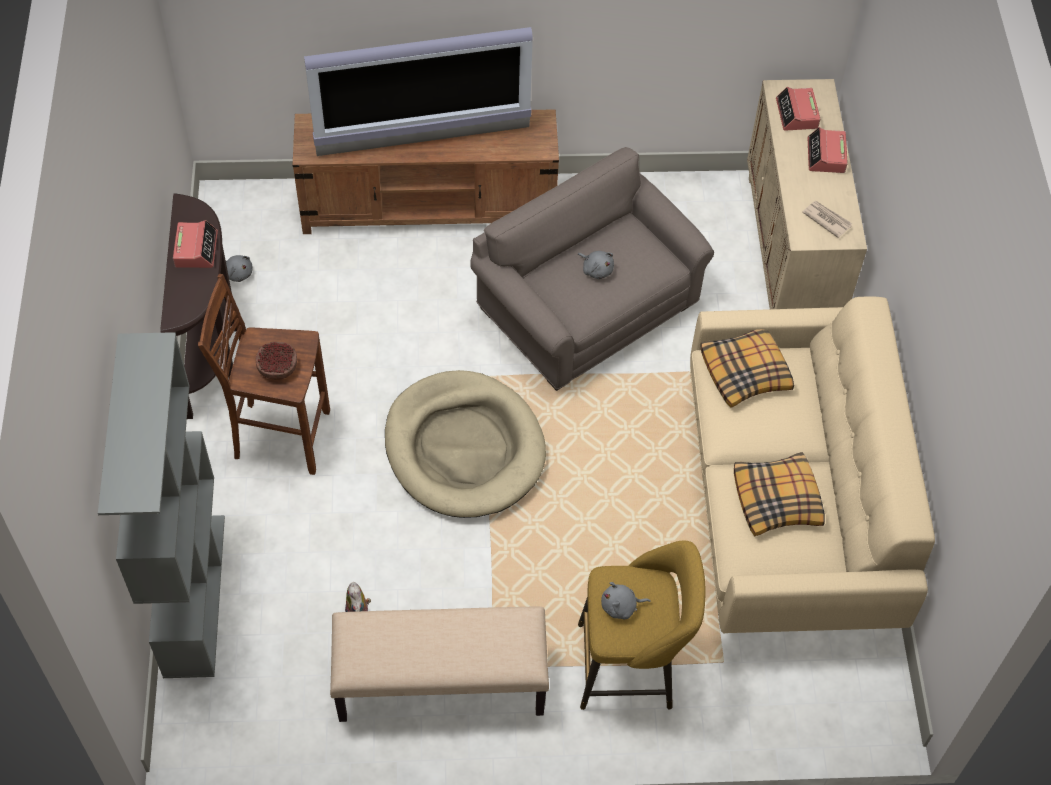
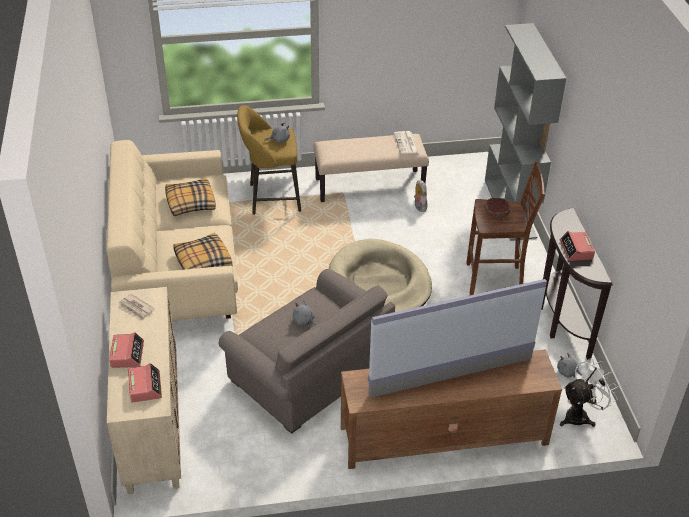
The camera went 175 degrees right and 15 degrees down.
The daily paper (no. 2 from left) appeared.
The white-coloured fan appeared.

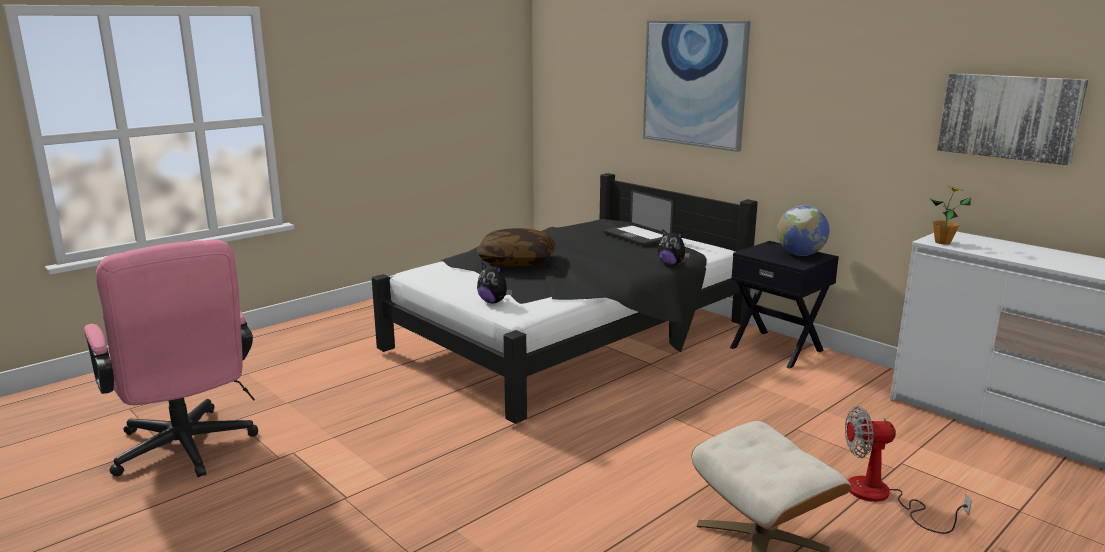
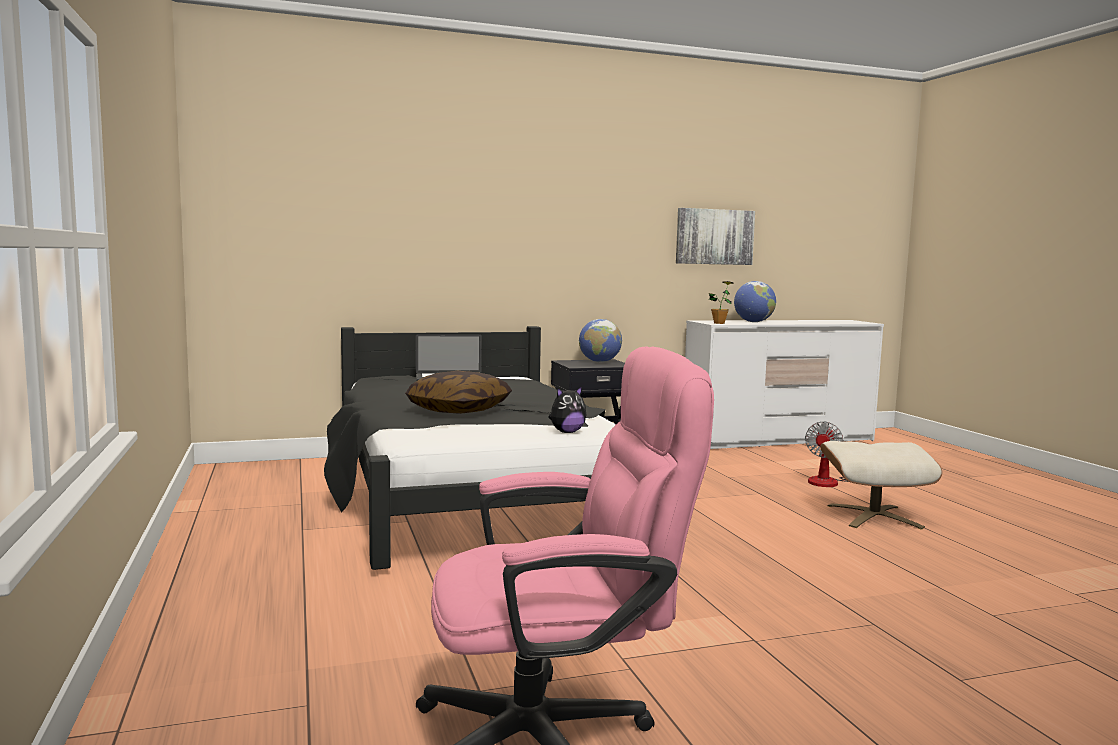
The camera went 65 degrees left and 10 degrees down.
The world globe (no. 2 from left) appeared.
The picture (no. 1 from left) disappeared.
The plush toy (no. 2 from left) disappeared.

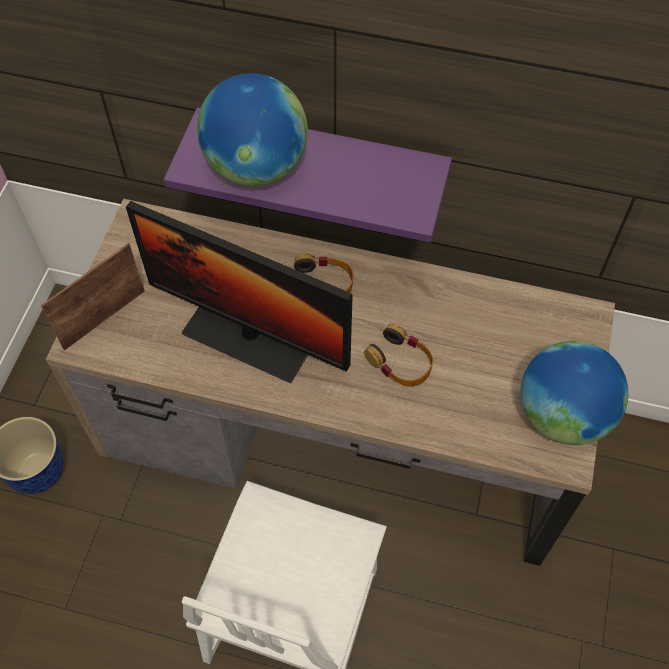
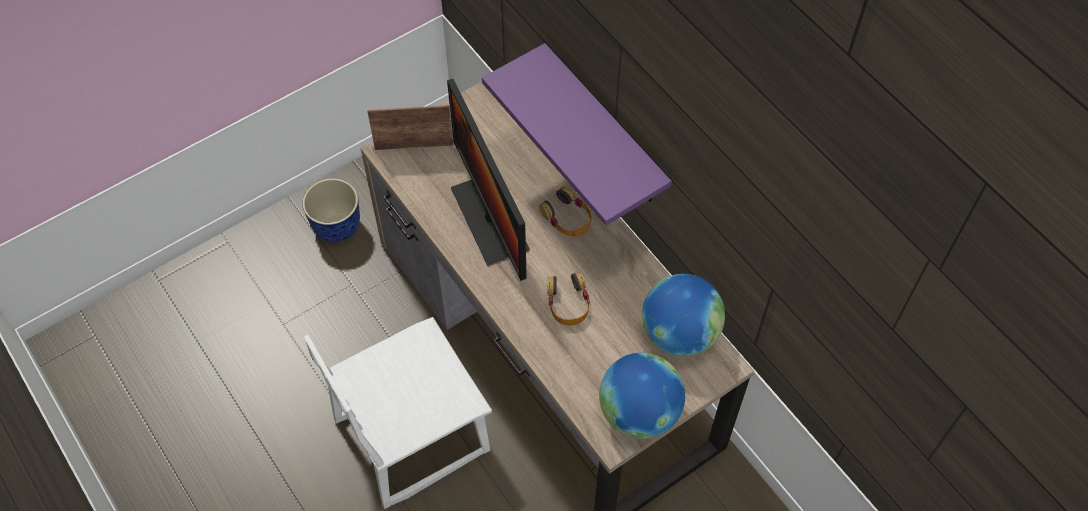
The camera went 40 degrees right and 0 degrees up.
The world globe (no. 1 from left in the first image) moved.

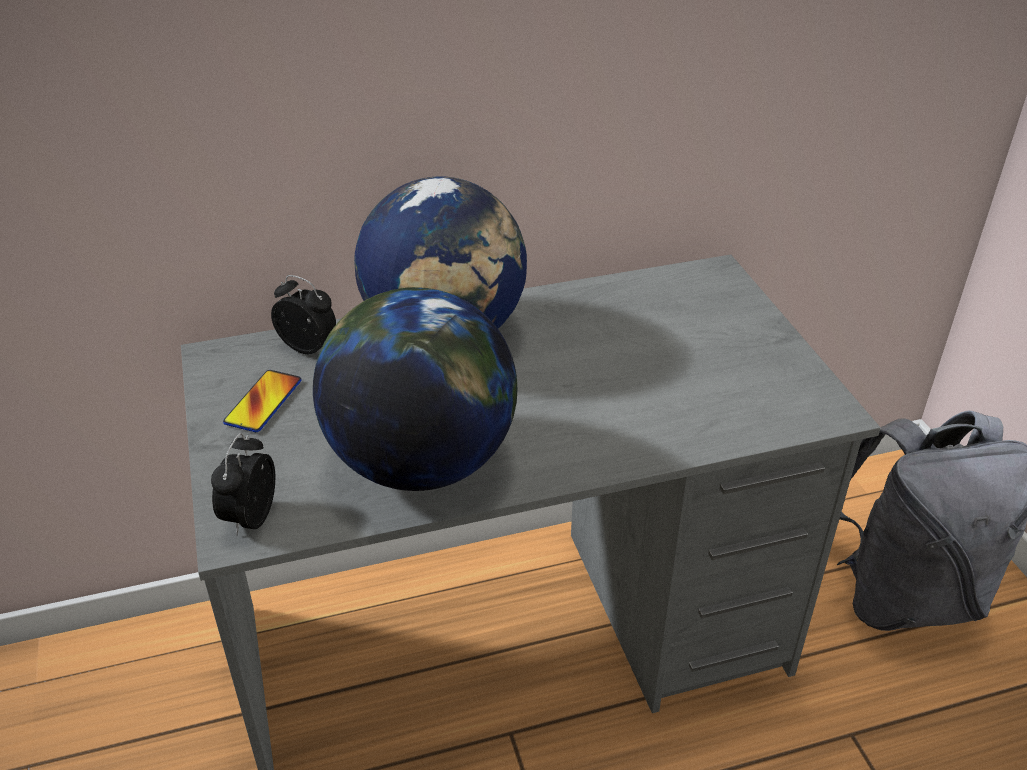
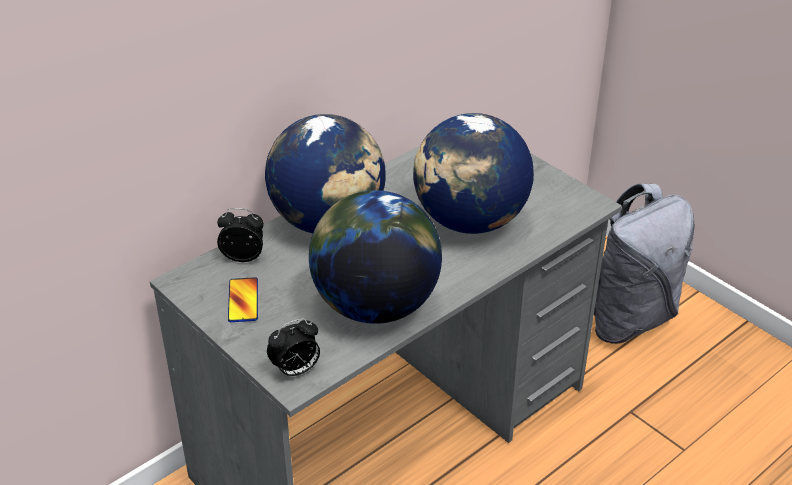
The camera went 25 degrees left and 0 degrees up.
The bedside clock (no. 1 from left in the first image) turned 105 degrees counterclockwise.
The world globe (no. 3 from left) appeared.

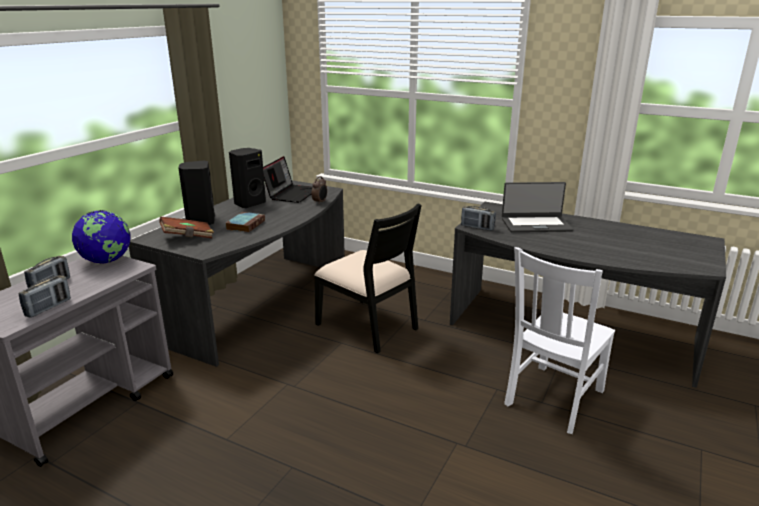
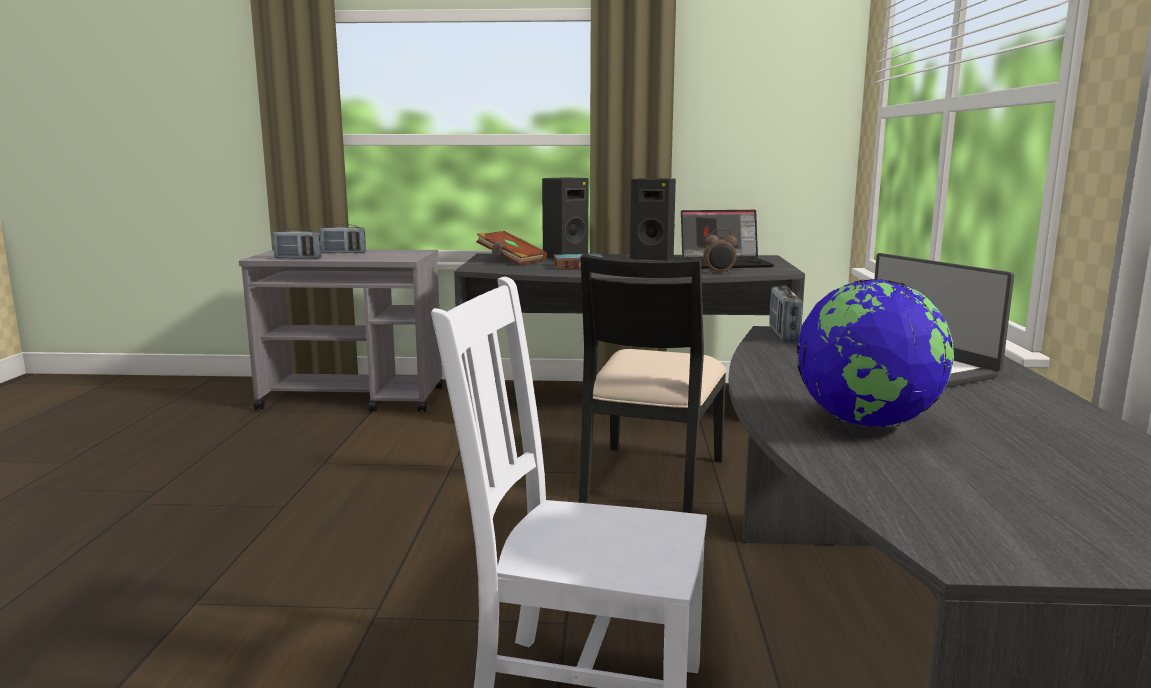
The camera went 65 degrees right and 10 degrees down.
The world globe moved.

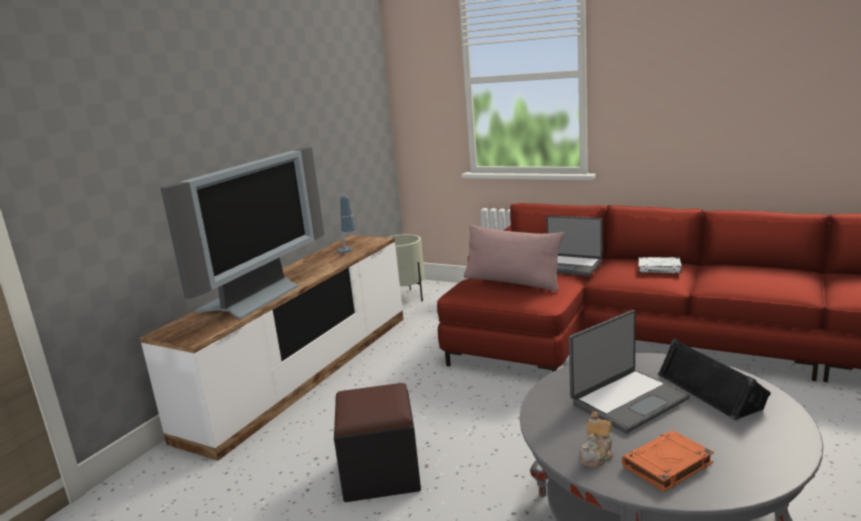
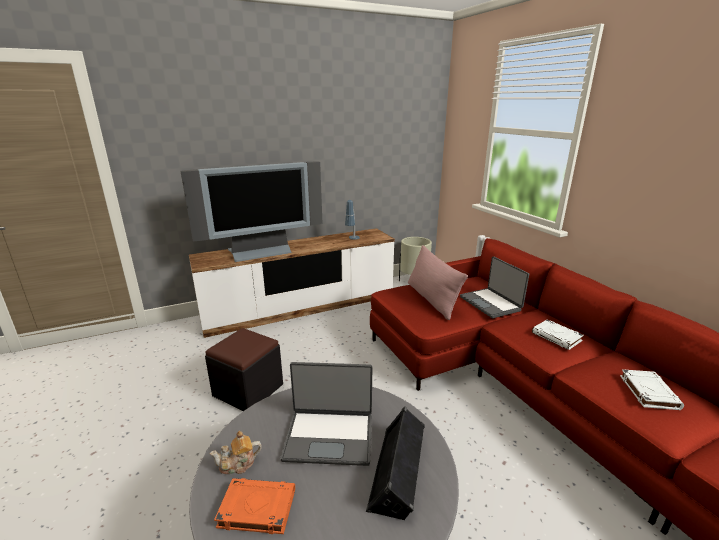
The camera went 35 degrees right and 5 degrees up.
The white-coloured bound book (no. 2 from left) appeared.

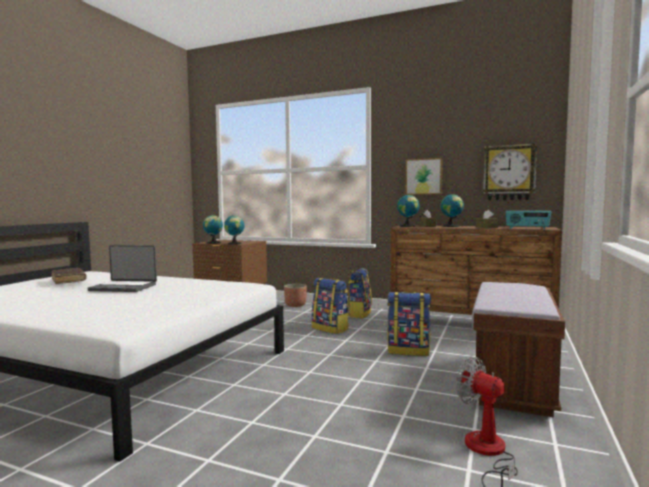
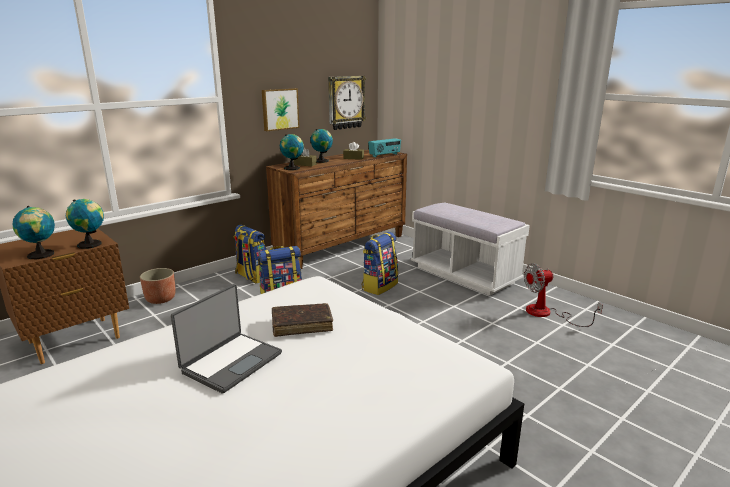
The camera went 65 degrees left and 15 degrees up.
The brown bound book moved.
The brown bench became the white-coloured bench.

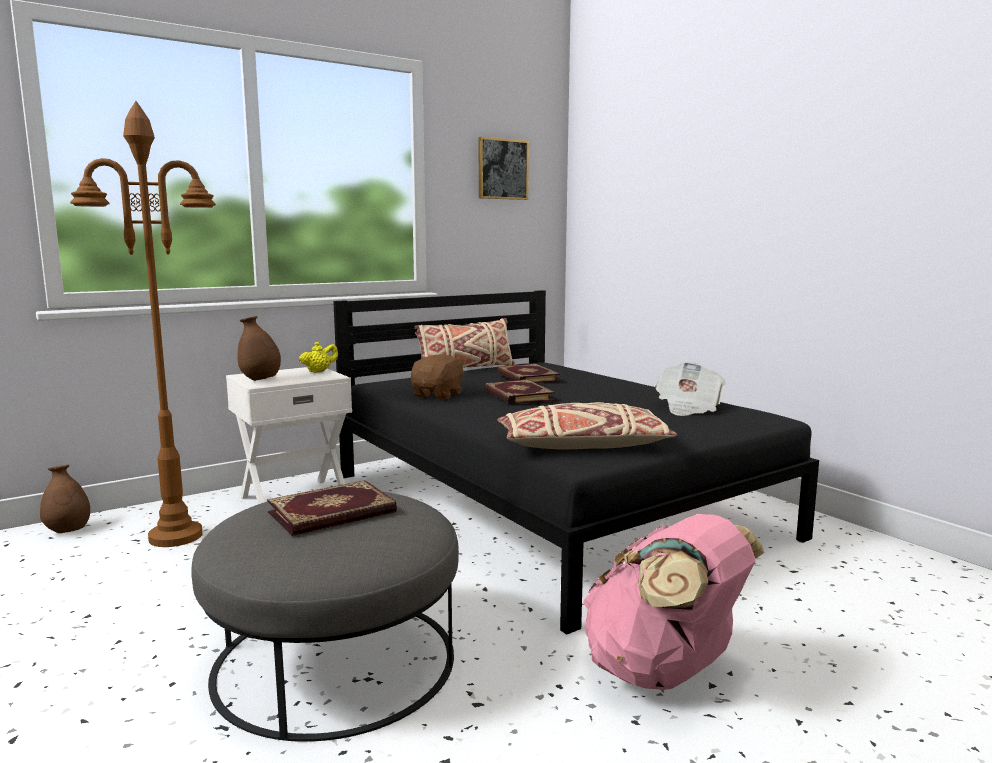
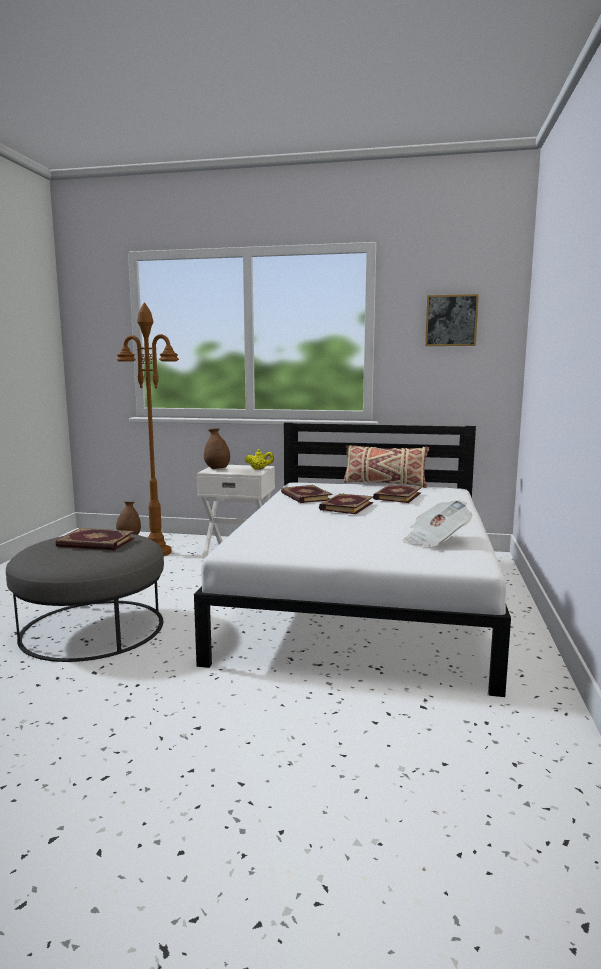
The camera went 45 degrees right and 0 degrees up.
The black bed became the white-coloured bed.
The brown plush toy was replaced by the bound book (no. 2 from left).
The beige-coloured cushion (no. 2 from left) disappeared.
The pink backpack disappeared.

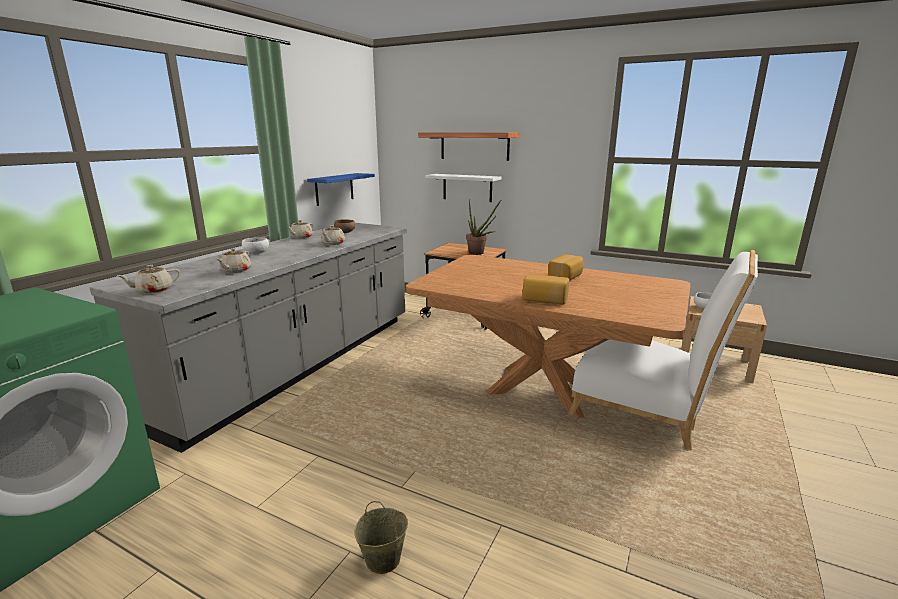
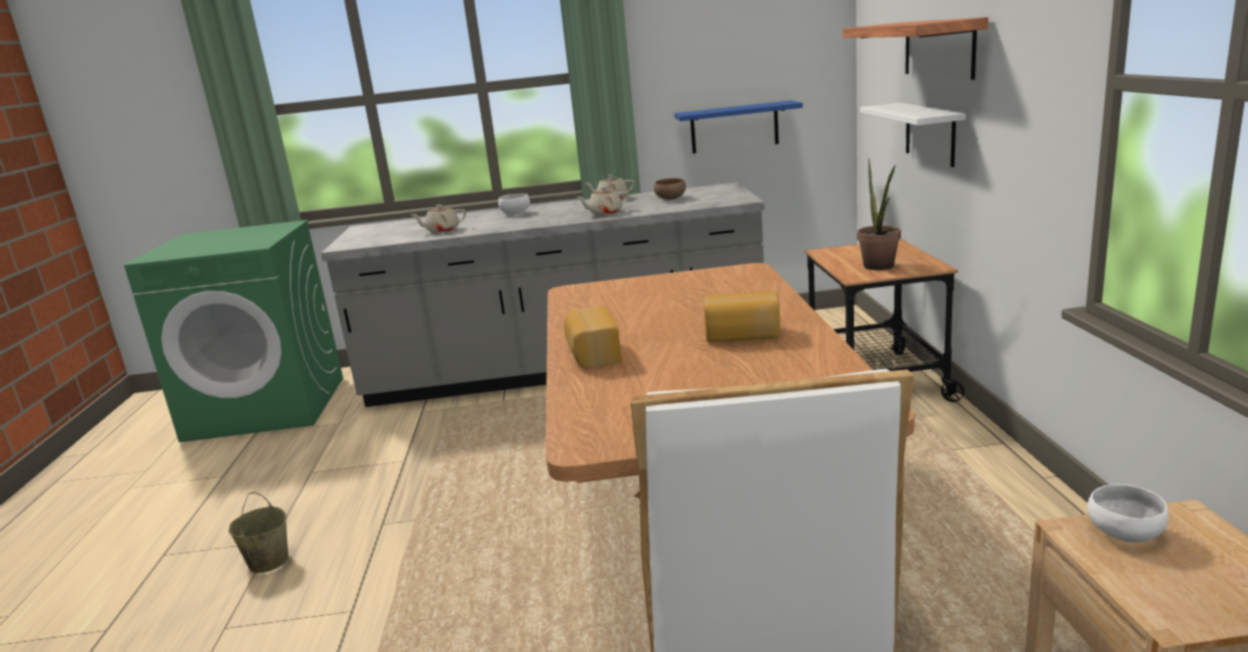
The camera went 60 degrees right and 0 degrees up.
The beige-coloured pot for tea (no. 1 from left) disappeared.

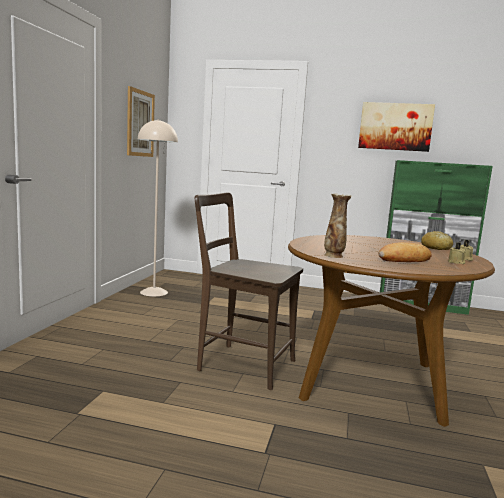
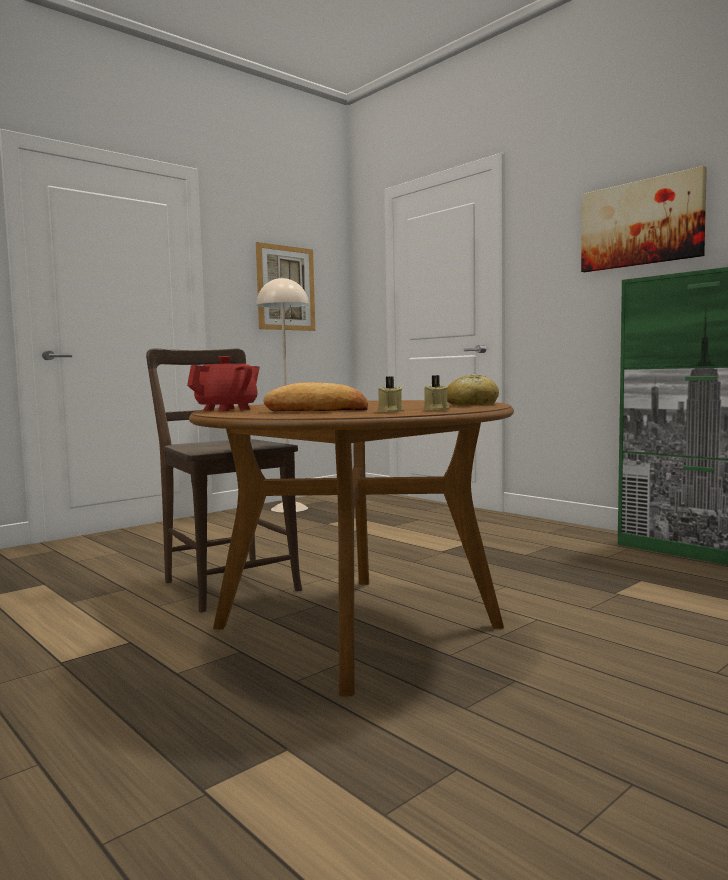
The camera went 35 degrees right and 5 degrees down.
The decorative vase was replaced by the red pot for tea.

